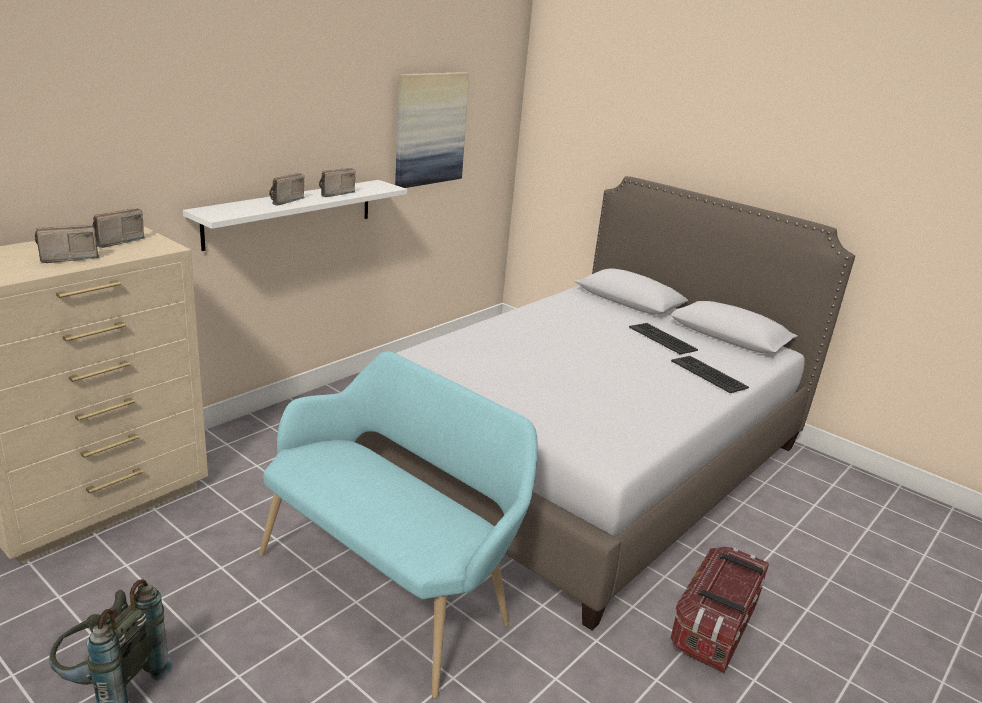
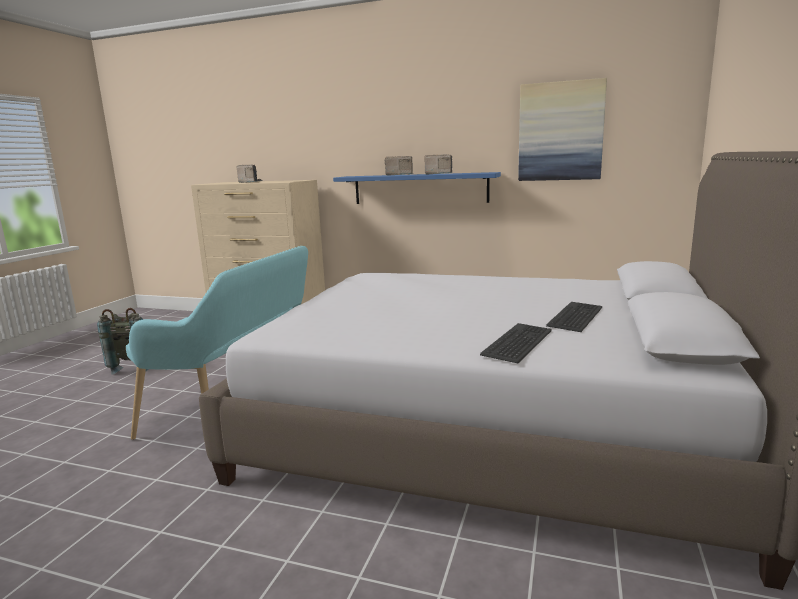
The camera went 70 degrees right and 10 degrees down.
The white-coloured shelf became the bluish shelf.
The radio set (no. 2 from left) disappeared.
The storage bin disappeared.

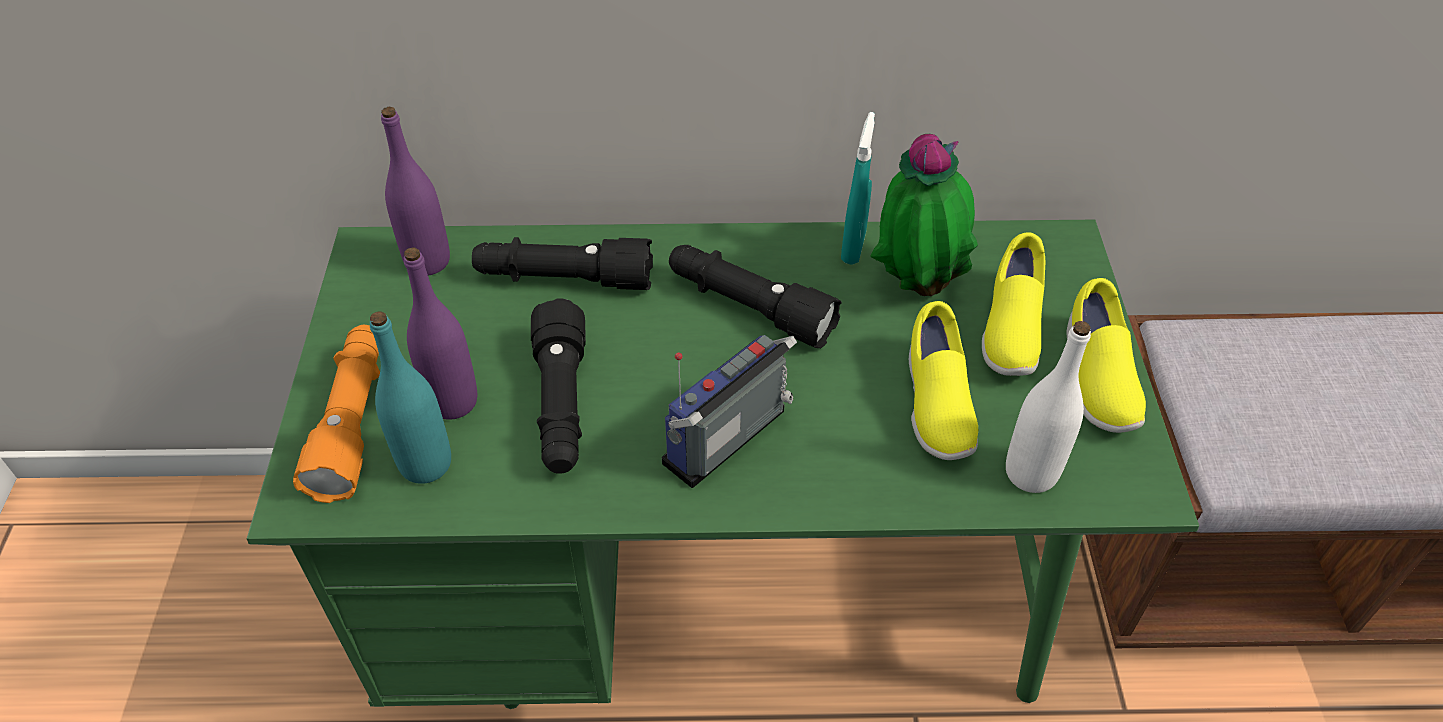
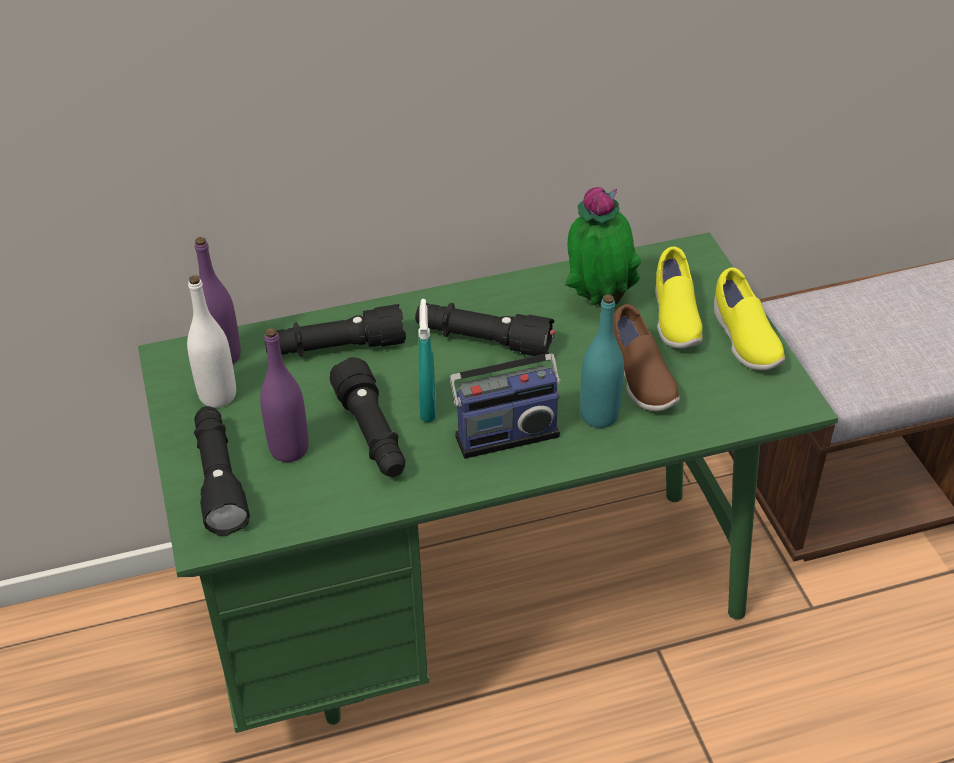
The camera went 15 degrees left and 5 degrees down.
The white-coloured beverage bottle moved.
The orangey torch became the black torch (no. 1 from left).
The turquoise spray bottle moved.
The radio set turned 135 degrees counterclockwise.
The turquoise beverage bottle moved.
The yellow-coloured shoe (no. 1 from left) became the brown shoe.

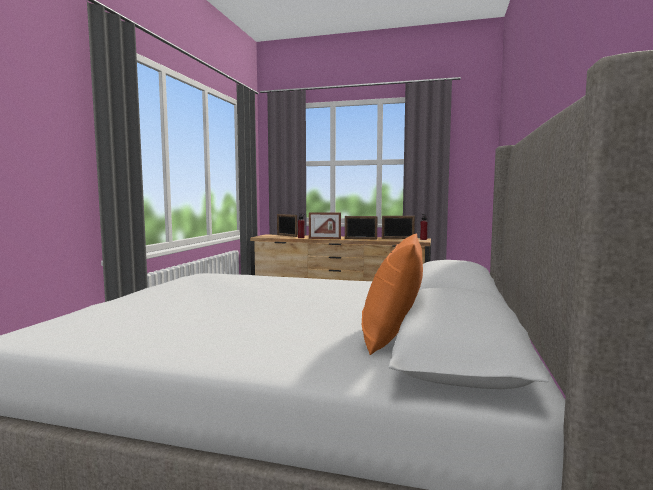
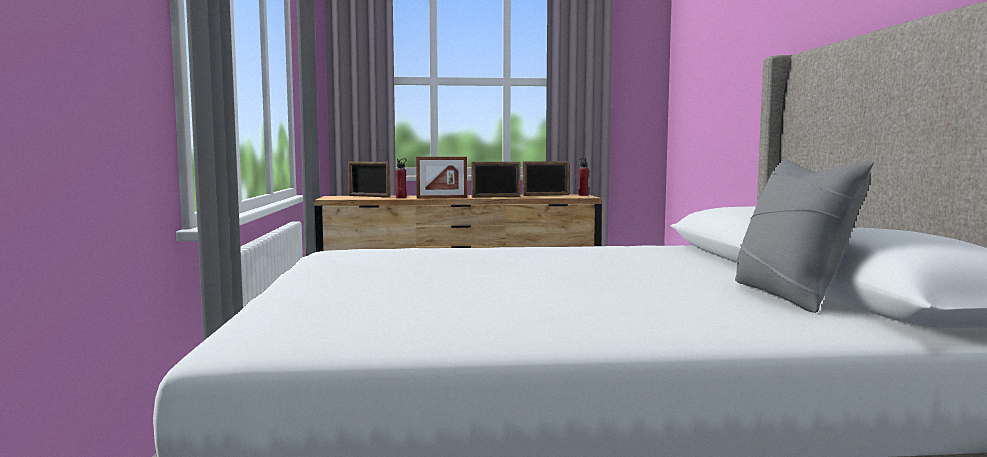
The camera went 20 degrees left and 0 degrees up.
The orangey cushion became the grey cushion.

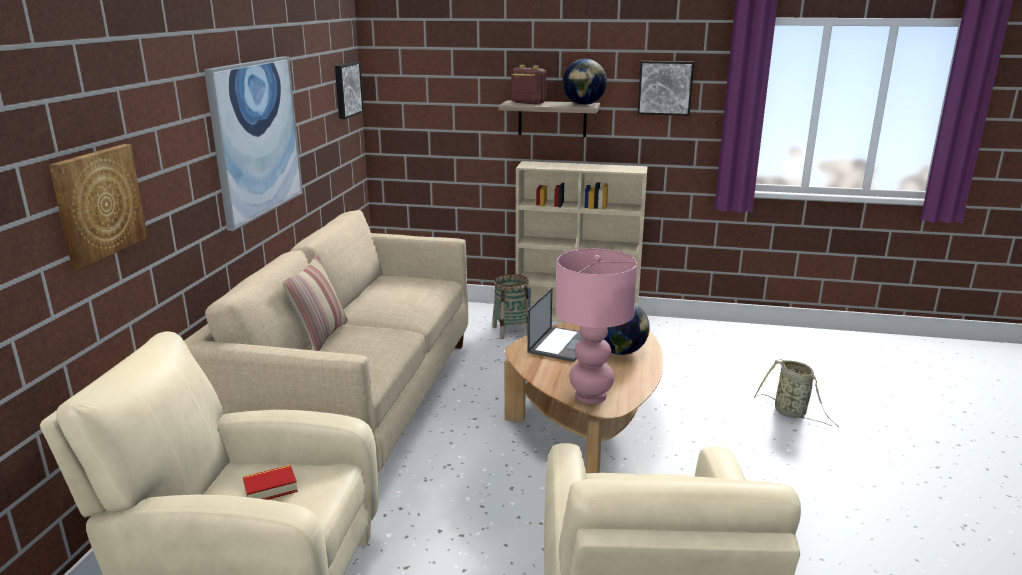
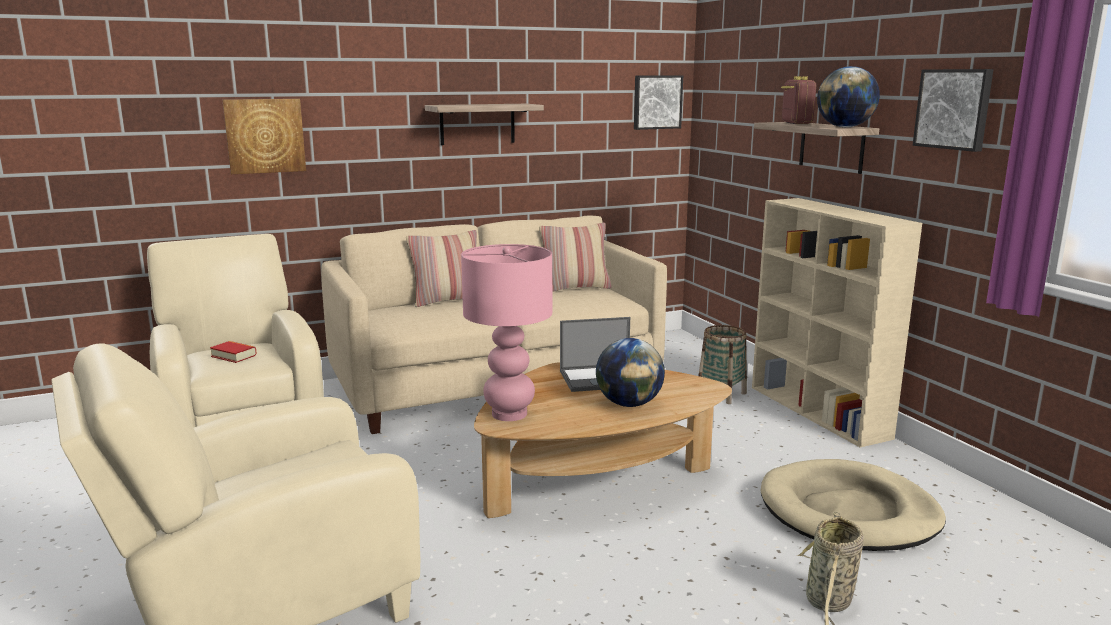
The camera went 55 degrees right and 5 degrees down.
The picture (no. 2 from left) was replaced by the shelf (no. 1 from left).
The cushion (no. 2 from left) appeared.
The beige-coloured dog cushion appeared.

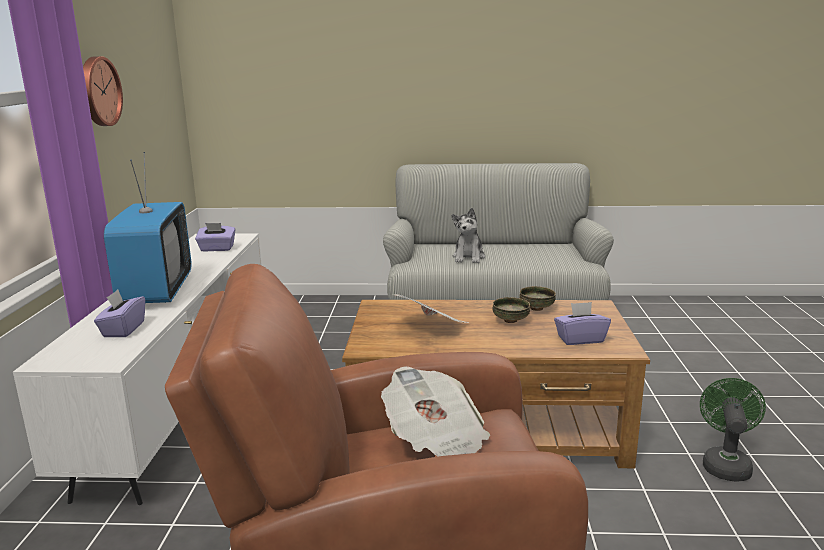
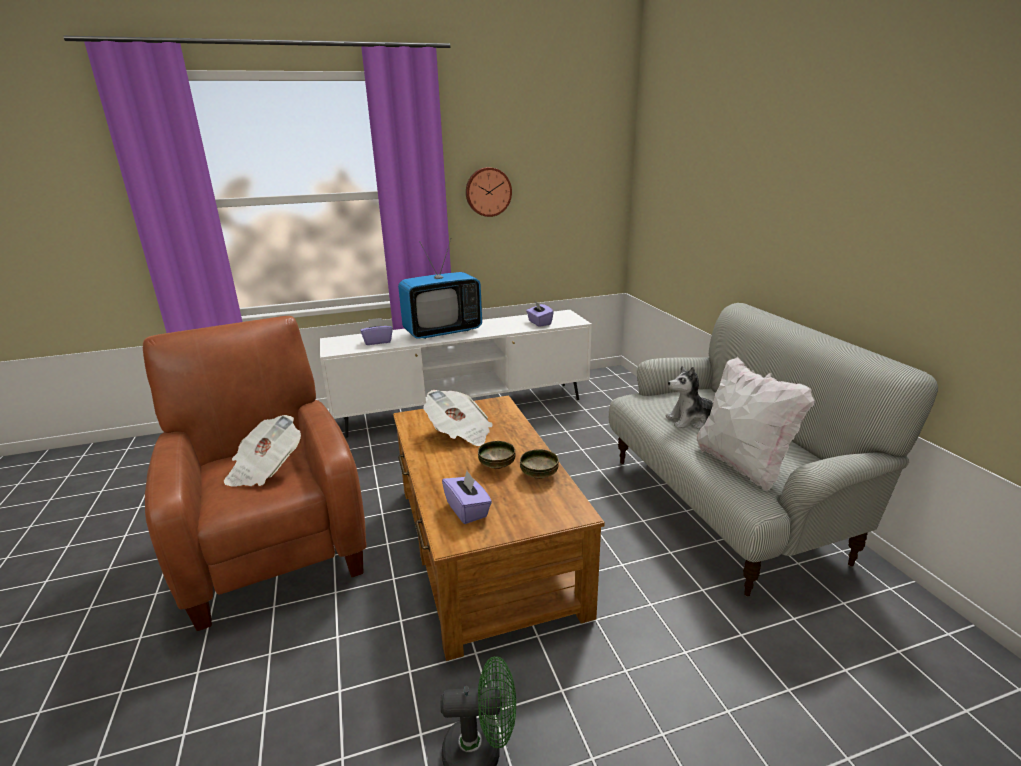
The camera went 70 degrees right and 5 degrees up.
The white-coloured cushion appeared.

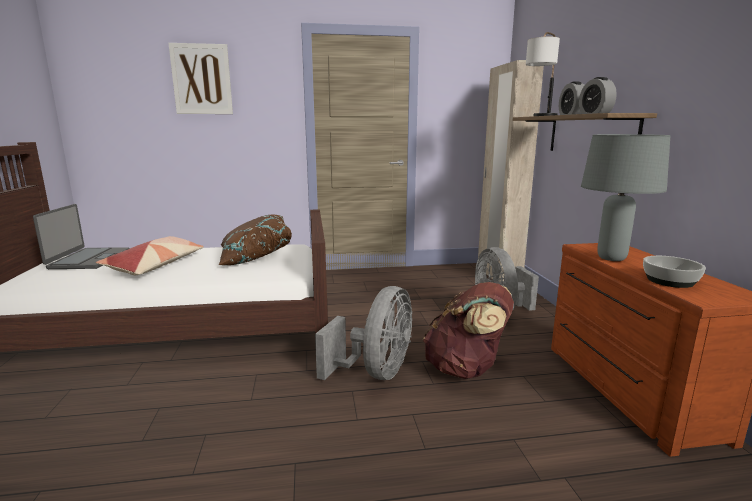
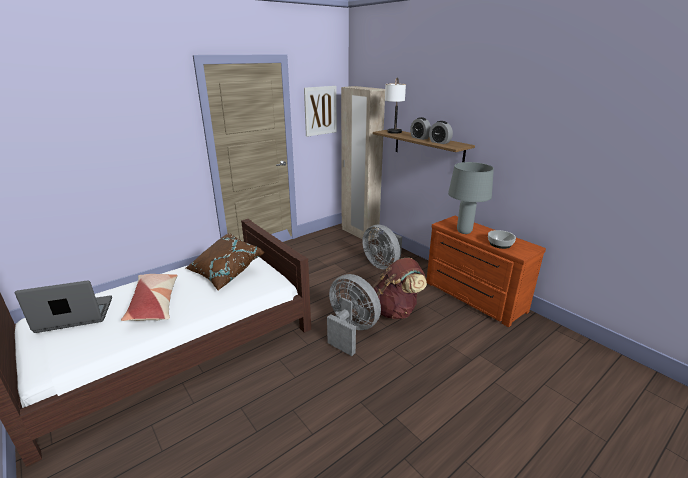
The camera went 30 degrees left and 10 degrees up.
The notebook computer turned 75 degrees counterclockwise.
The picture moved.
The grey fan (no. 1 from left) turned 45 degrees counterclockwise.

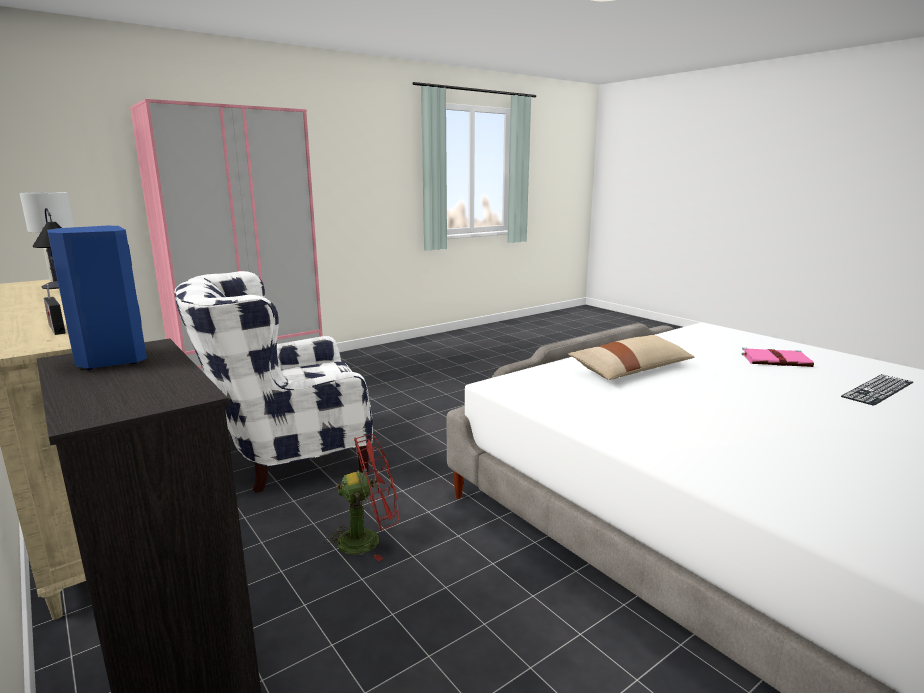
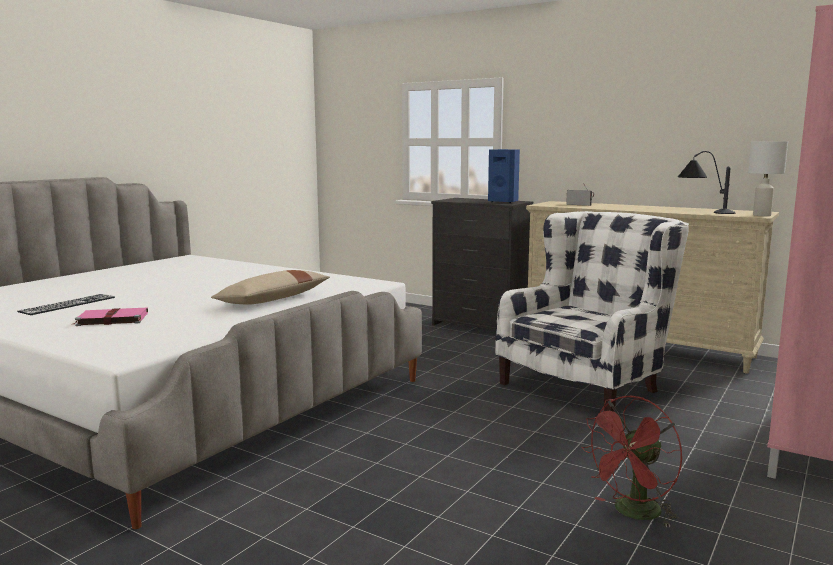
The camera went 160 degrees right and 5 degrees down.
The red fan moved.

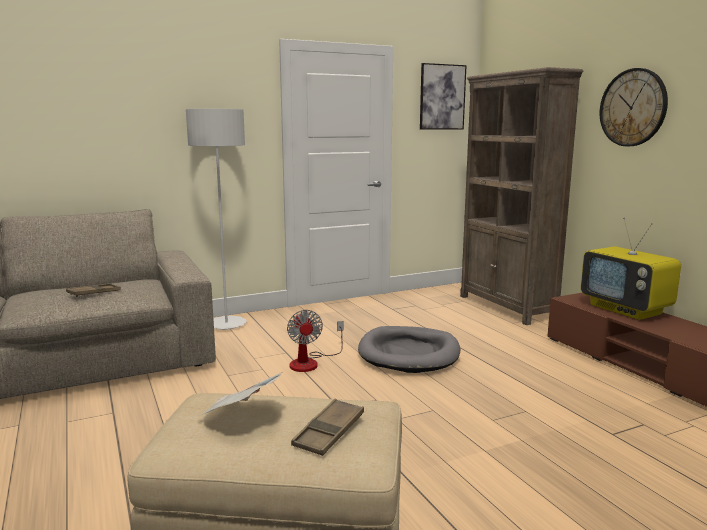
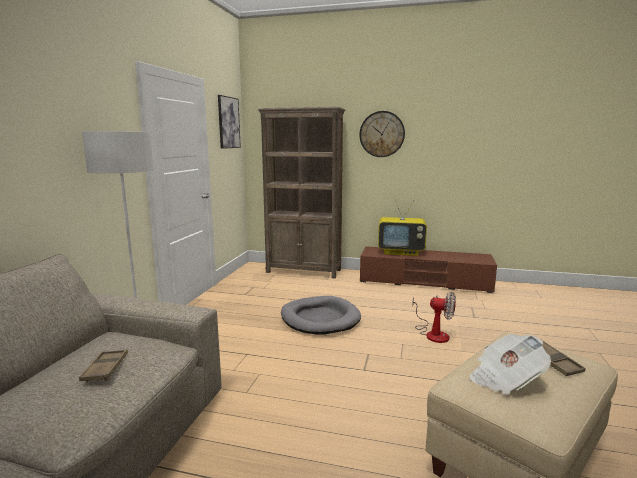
The camera went 50 degrees left and 0 degrees up.
The fan moved.

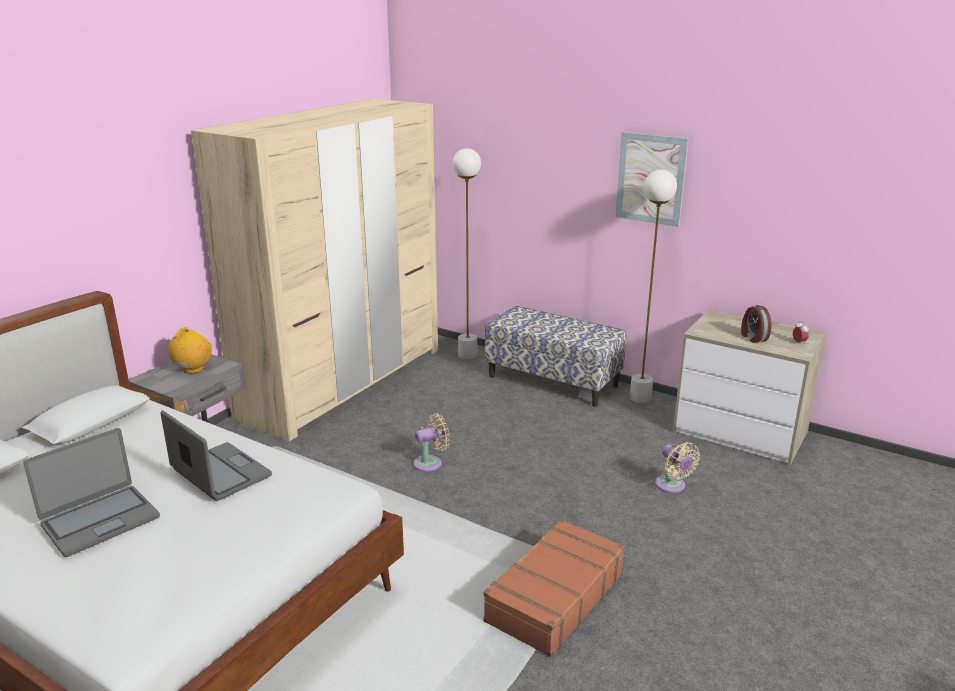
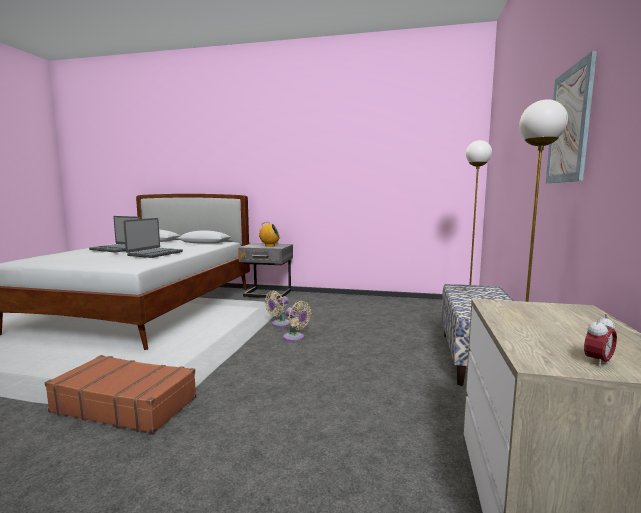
The camera went 70 degrees right and 15 degrees down.
The beige-coloured fan (no. 2 from left in the first image) moved.
The beige-coloured clothes cupboard disappeared.
The bedside clock (no. 1 from left) disappeared.

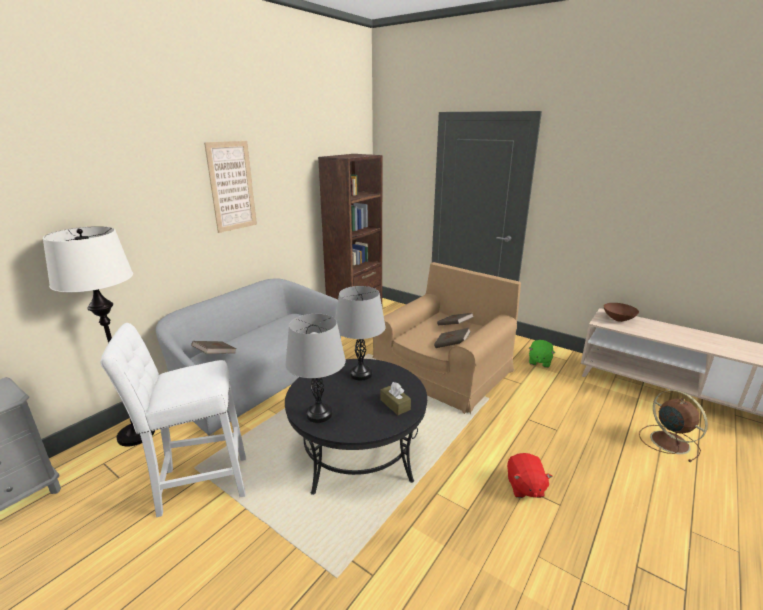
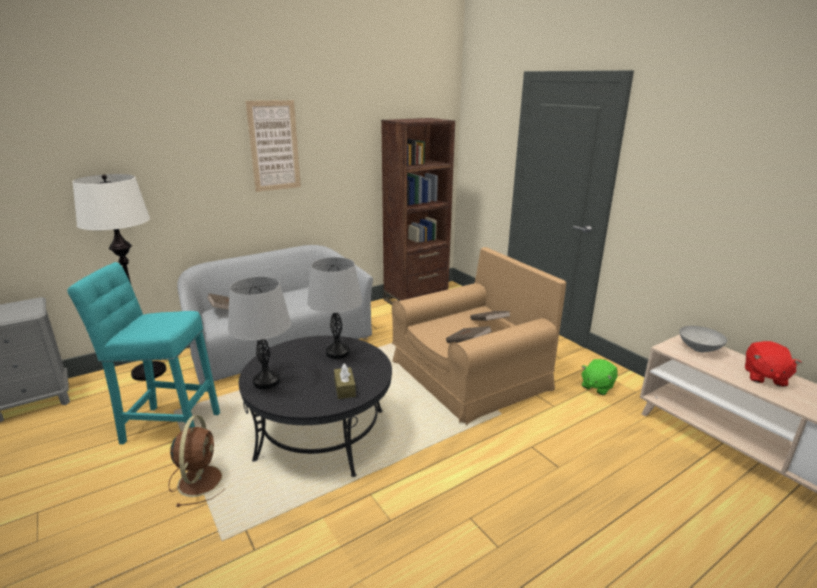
The camera went 20 degrees right and 0 degrees up.
The white-coloured sitting stool became the turquoise sitting stool.
The brown fan moved.
The brown serving bowl became the grey serving bowl.
The red plush toy moved.

